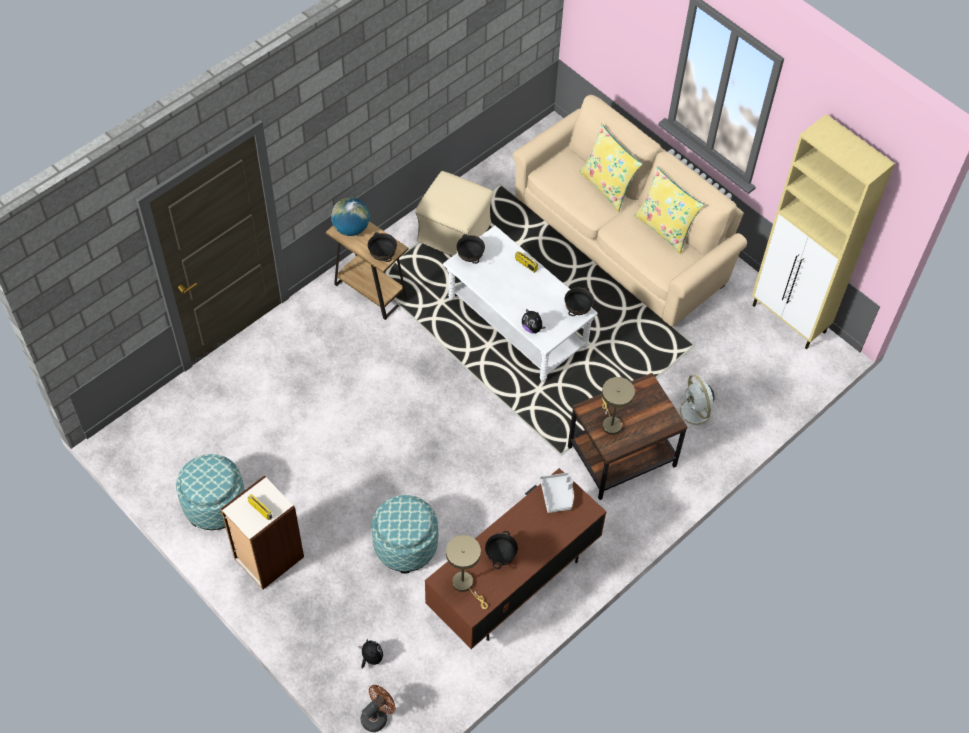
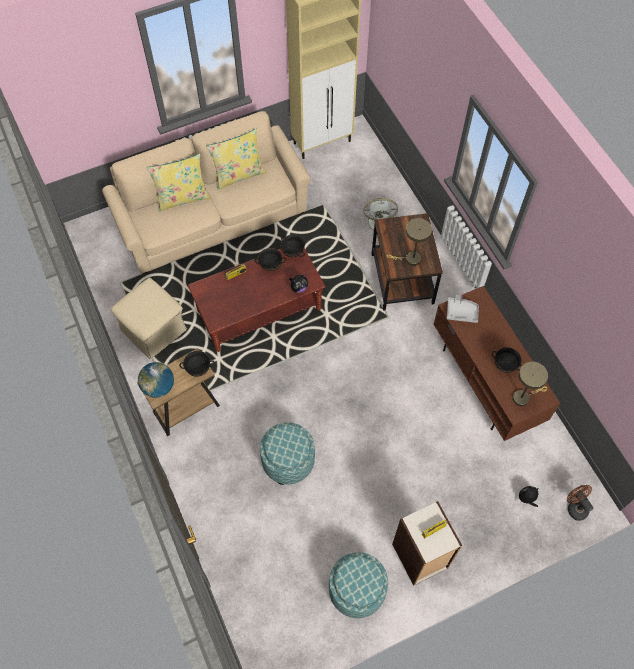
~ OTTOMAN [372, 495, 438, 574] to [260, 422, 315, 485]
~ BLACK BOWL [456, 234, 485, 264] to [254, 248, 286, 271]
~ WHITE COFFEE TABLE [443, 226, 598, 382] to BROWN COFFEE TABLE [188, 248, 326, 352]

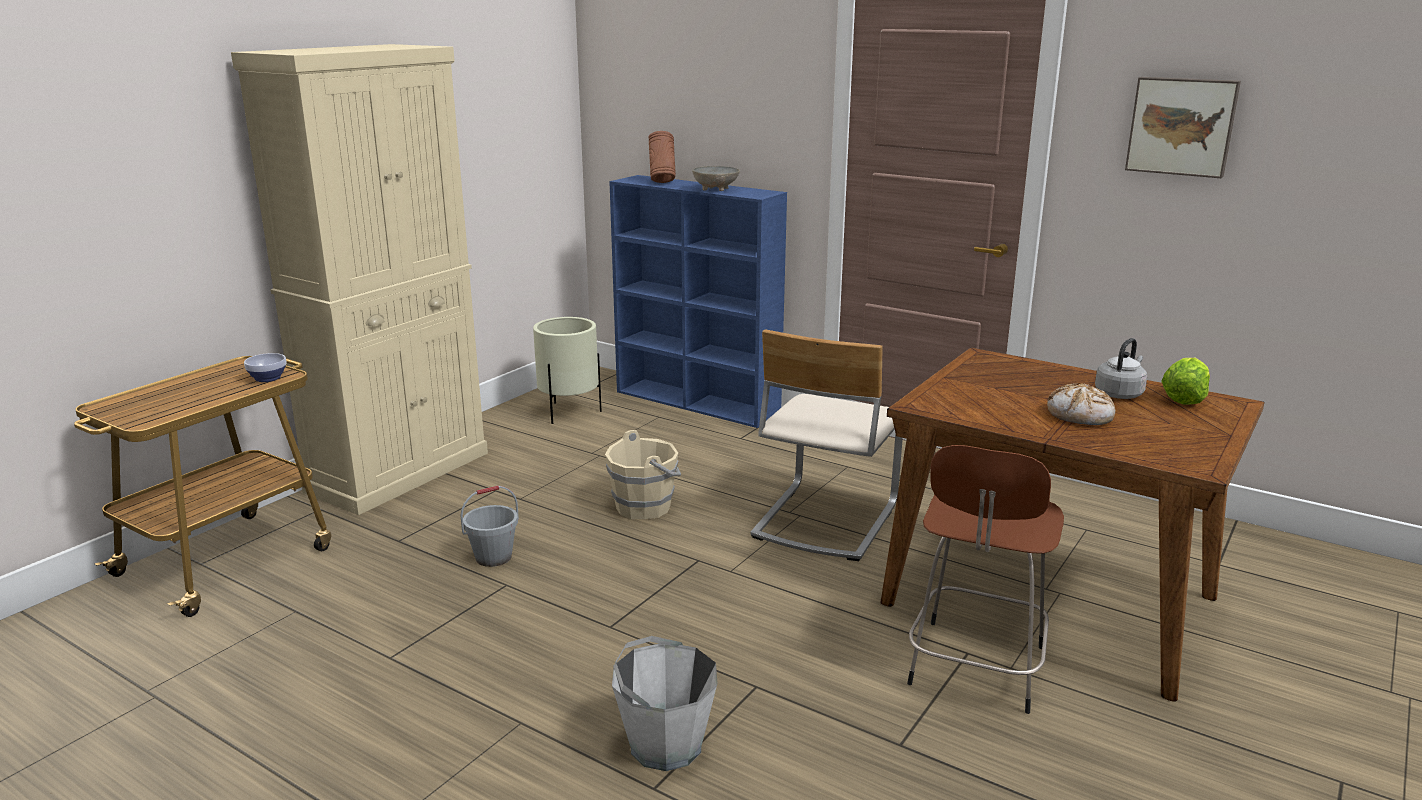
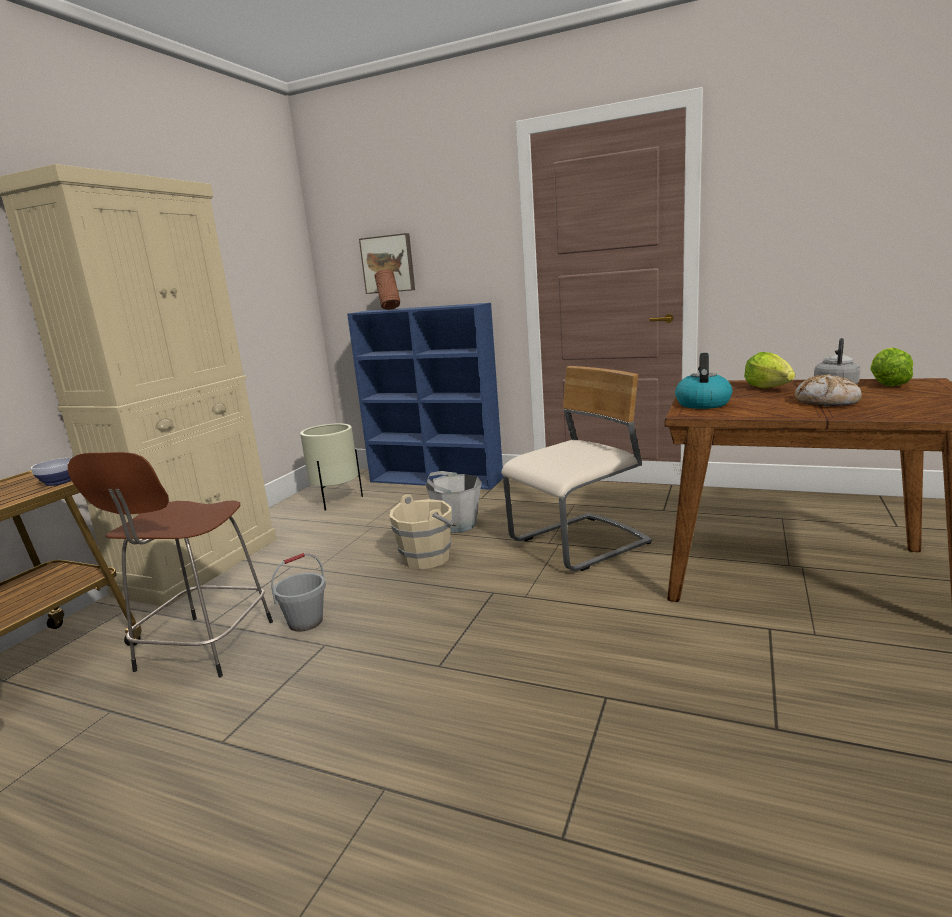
- GREY BOWL [692, 166, 740, 191]
+ KETTLE [675, 353, 732, 409]
+ LETTUCE [744, 352, 795, 389]
~ GREY BUCKET [612, 636, 717, 771] to [425, 471, 482, 533]
~ BROWN STOOL [907, 445, 1064, 714] to [68, 452, 273, 677]
~ PICTURE [1125, 77, 1241, 178] to [359, 233, 415, 294]
~ BEIGE CHAIR [750, 329, 903, 561] = [501, 366, 652, 571] 135 degrees counterclockwise

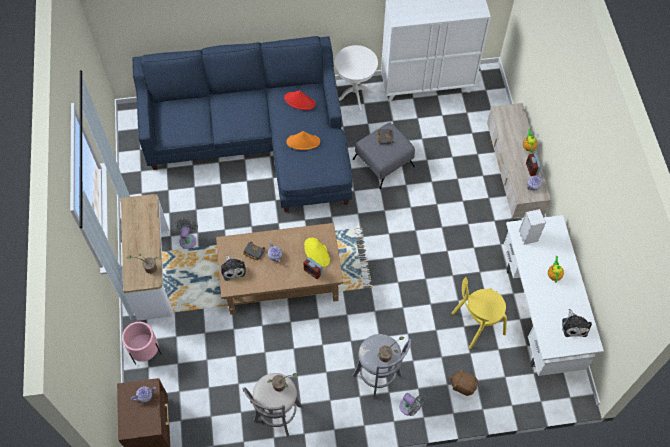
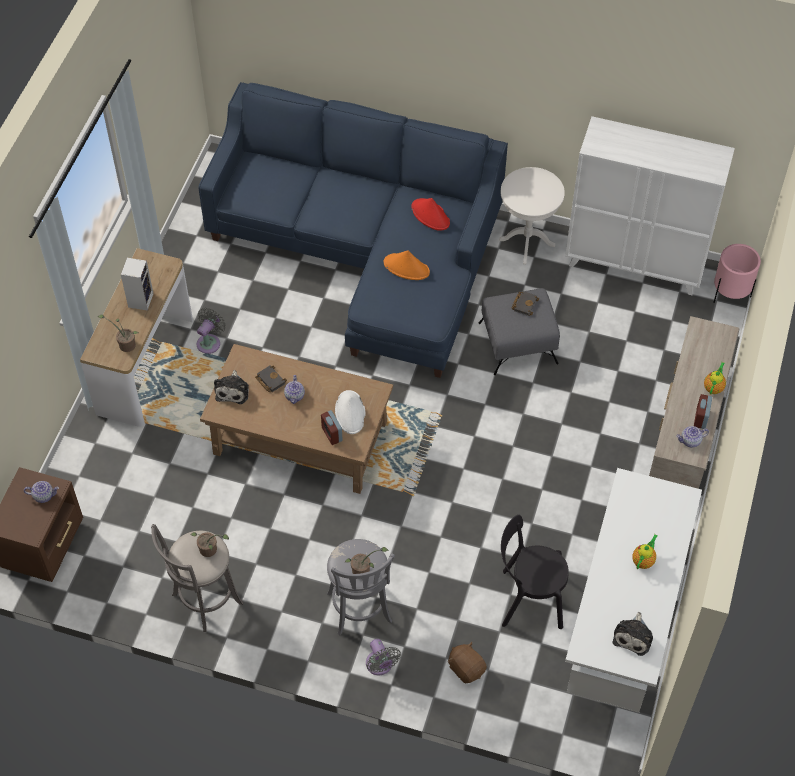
~ PINK PLANTER [122, 322, 162, 365] to [713, 244, 761, 303]
~ SPEAKER [519, 209, 546, 245] to [121, 258, 154, 311]
~ YELLOW HAT [304, 238, 330, 267] to WHITE HAT [335, 390, 365, 434]
~ YELLOW CHAIR [452, 277, 507, 349] to BLACK CHAIR [501, 515, 569, 629]

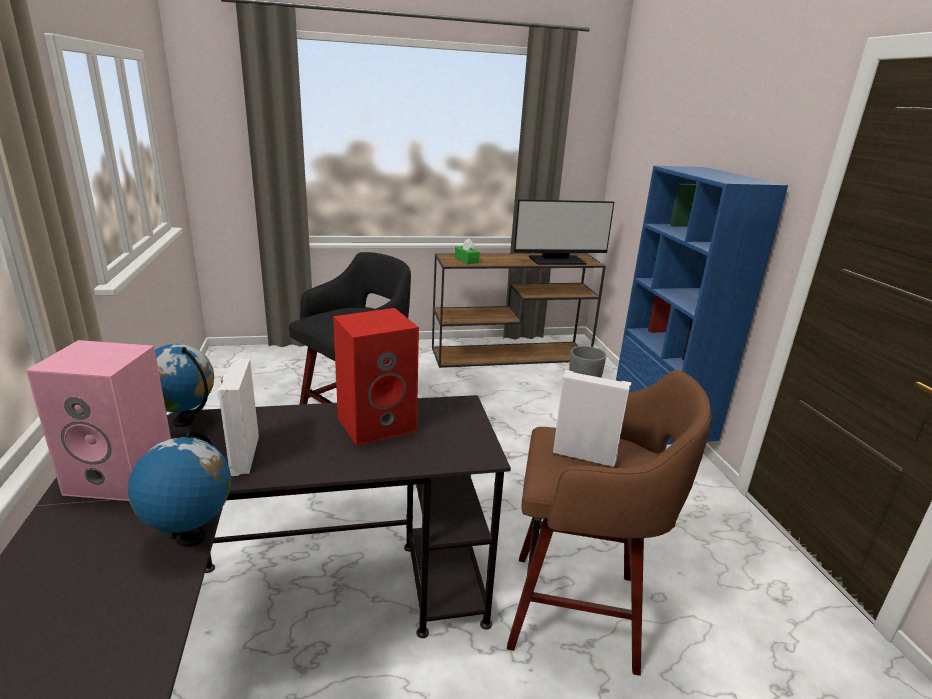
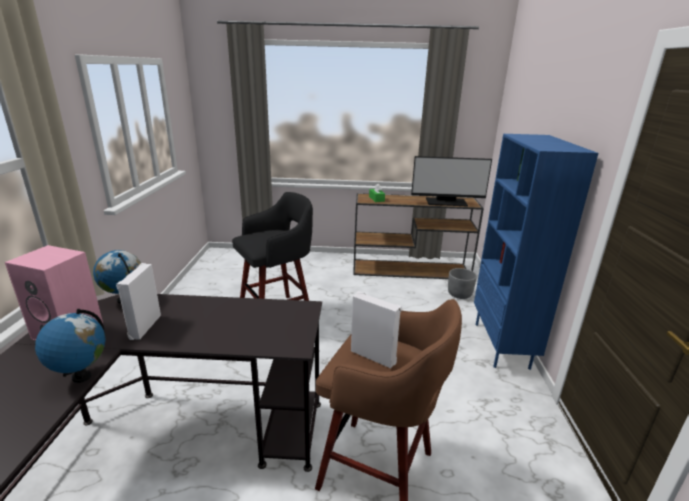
- RED SPEAKER [333, 308, 419, 446]

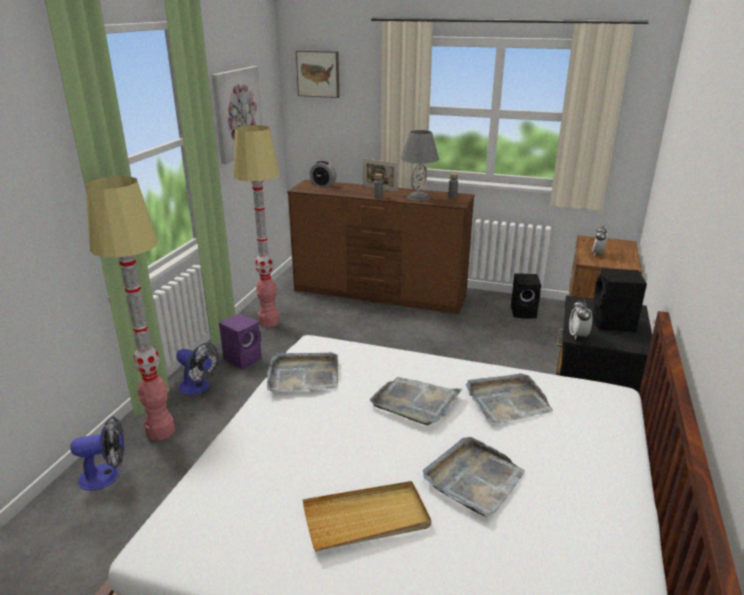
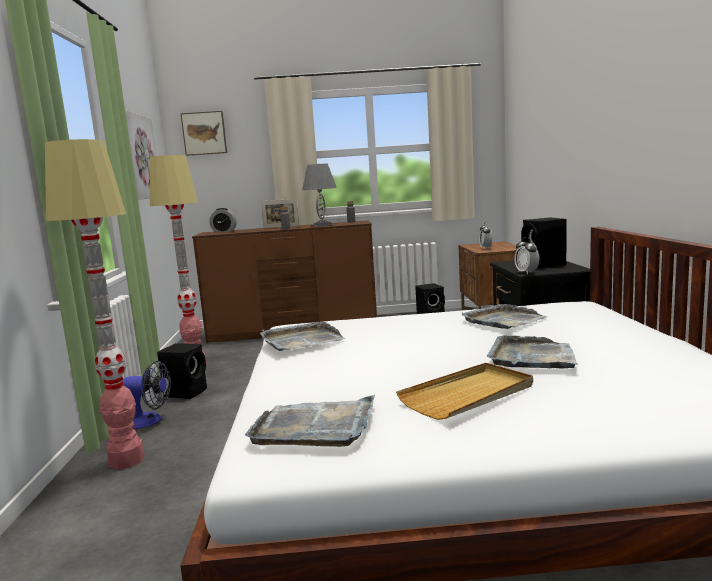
- FAN [70, 416, 124, 490]
~ GREY TRAY [370, 377, 462, 425] to [245, 395, 375, 447]
~ PURPLE SPEAKER [219, 313, 262, 369] to BLACK SPEAKER [157, 343, 207, 399]

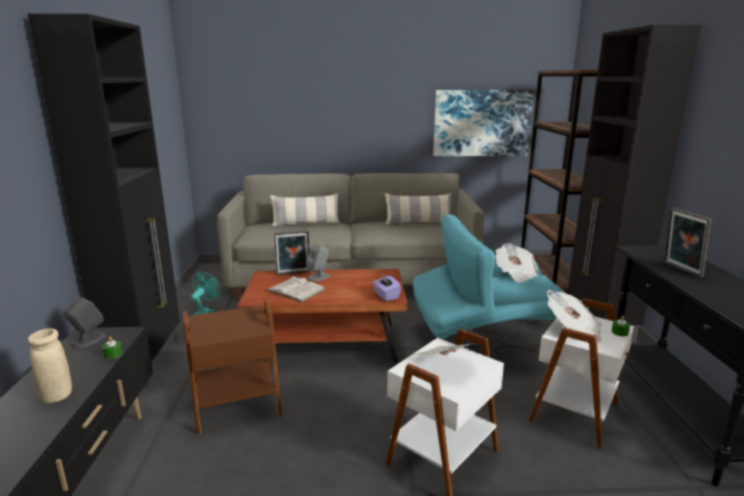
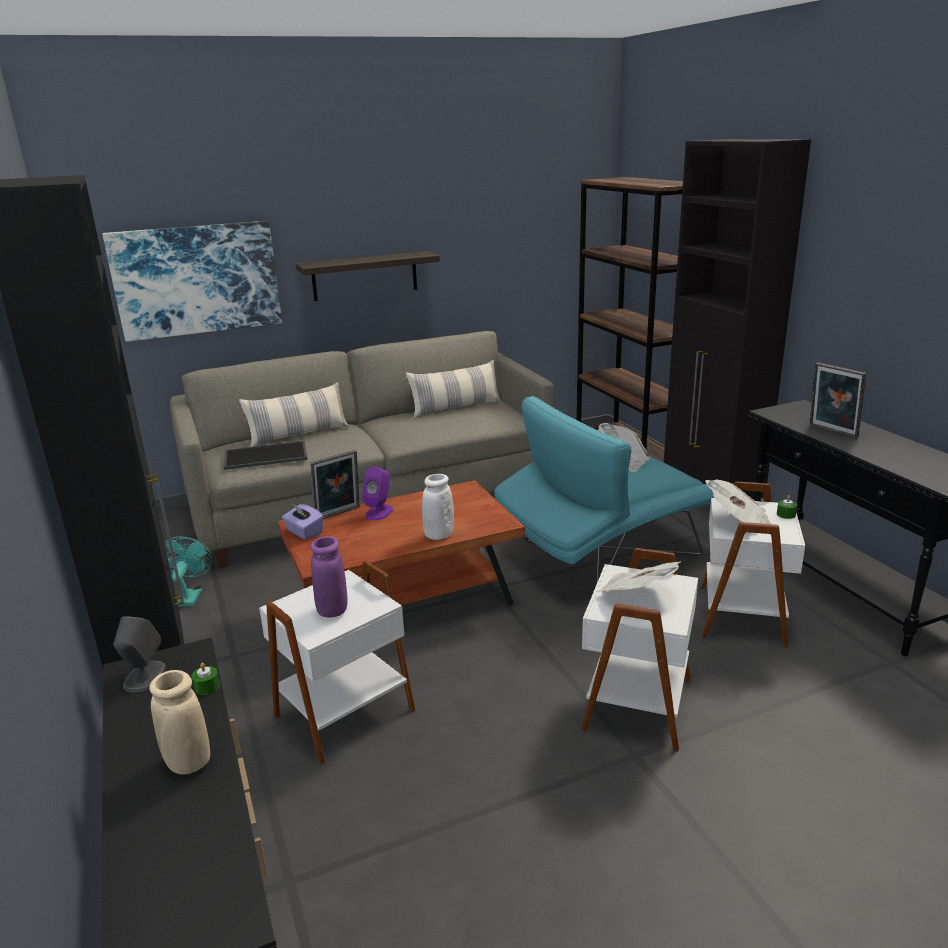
- WHITE BOOK [265, 276, 326, 303]
+ TRAY [223, 440, 308, 470]
+ SHELF [296, 251, 440, 301]
+ PURPLE VASE [310, 536, 348, 617]
+ WHITE VASE [422, 474, 454, 540]
~ PURPLE TISSUE BOX [373, 274, 401, 301] to [282, 504, 324, 540]
~ PICTURE [433, 90, 534, 156] to [102, 221, 282, 342]
~ BROWN SIDE TABLE [183, 299, 282, 434] to WHITE SIDE TABLE [259, 561, 415, 765]
~ GREY SPEAKER [306, 244, 330, 281] to PURPLE SPEAKER [362, 466, 393, 520]

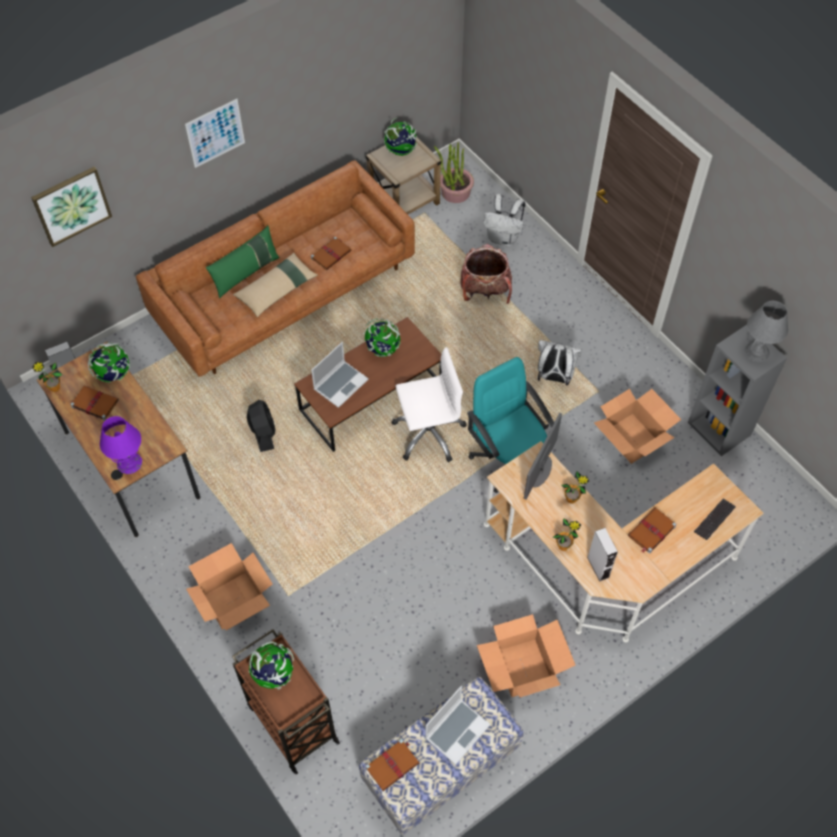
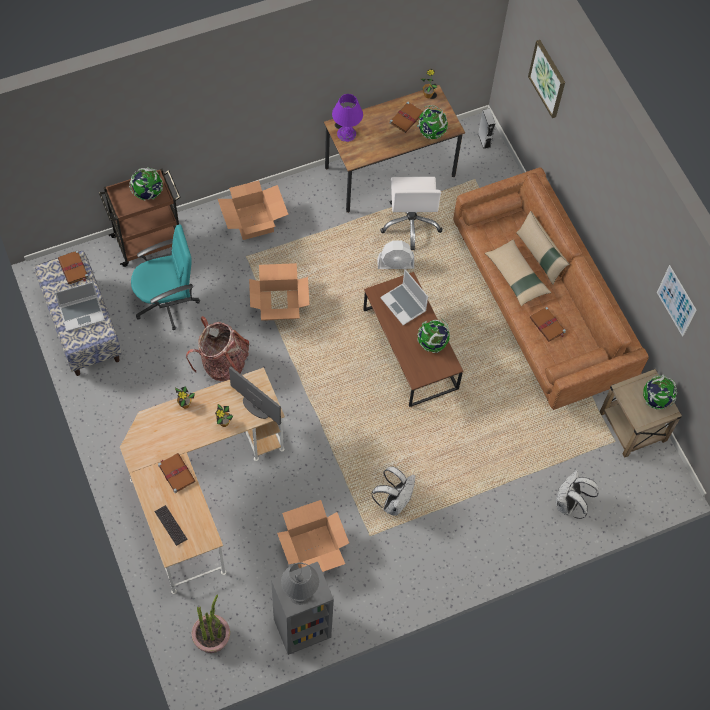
- GREY SPEAKER [587, 528, 618, 581]
~ PICTURE [185, 99, 245, 168] to [657, 265, 697, 337]
~ WHITE OFFICE CHAIR [391, 347, 467, 462] to [380, 177, 442, 250]
~ POTTED PLANT [434, 142, 474, 203] to [192, 595, 230, 653]
~ BACKPACK [460, 244, 512, 304] to [186, 316, 250, 382]
~ TURQUOISE OFFICE CHAIR [467, 357, 554, 493] to [131, 224, 200, 330]
~ CARDBOARD BOX [477, 614, 576, 697] to [249, 263, 310, 321]
~ GREEN PILLOW [206, 226, 280, 298] to BEIGE PILLOW [516, 211, 569, 285]
~ BLACK FAN [247, 400, 275, 452] to WHITE FAN [377, 240, 414, 269]
~ LAPTOP [425, 686, 491, 765] = [55, 282, 105, 331] 75 degrees counterclockwise

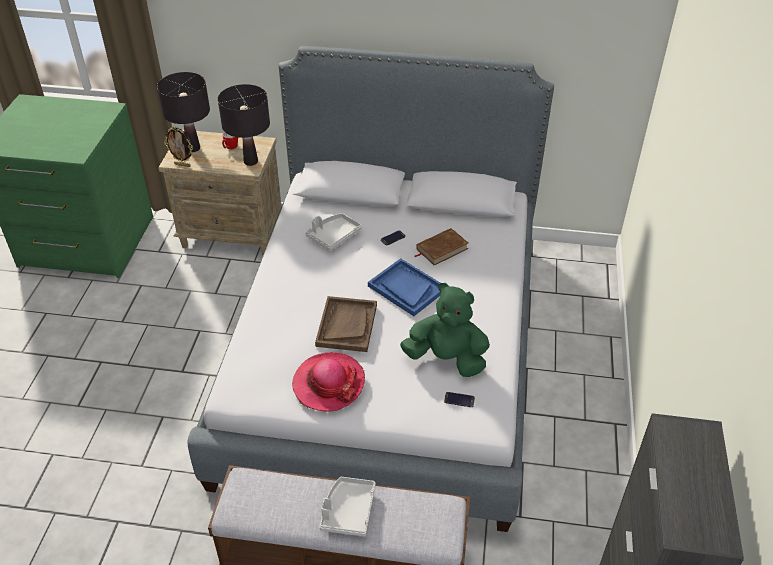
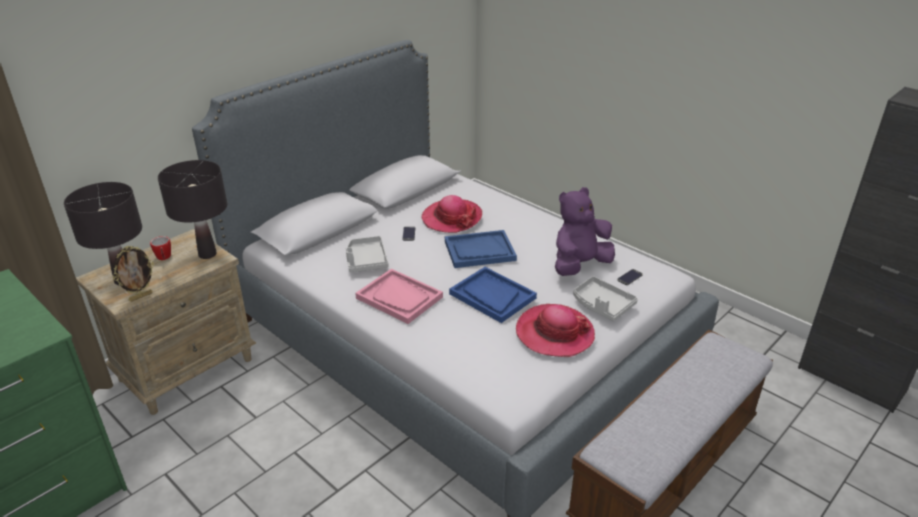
+ PINK TRAY [355, 269, 443, 324]
~ GREY TRAY [319, 477, 375, 537] to [573, 276, 638, 321]
~ BROWN BOOK [415, 228, 468, 265] to HAT [422, 195, 482, 233]
~ BROWN TRAY [315, 296, 377, 352] to BLUE TRAY [449, 267, 537, 323]
~ GREEN PLUSH TOY [400, 283, 490, 377] to PURPLE PLUSH TOY [555, 187, 615, 276]

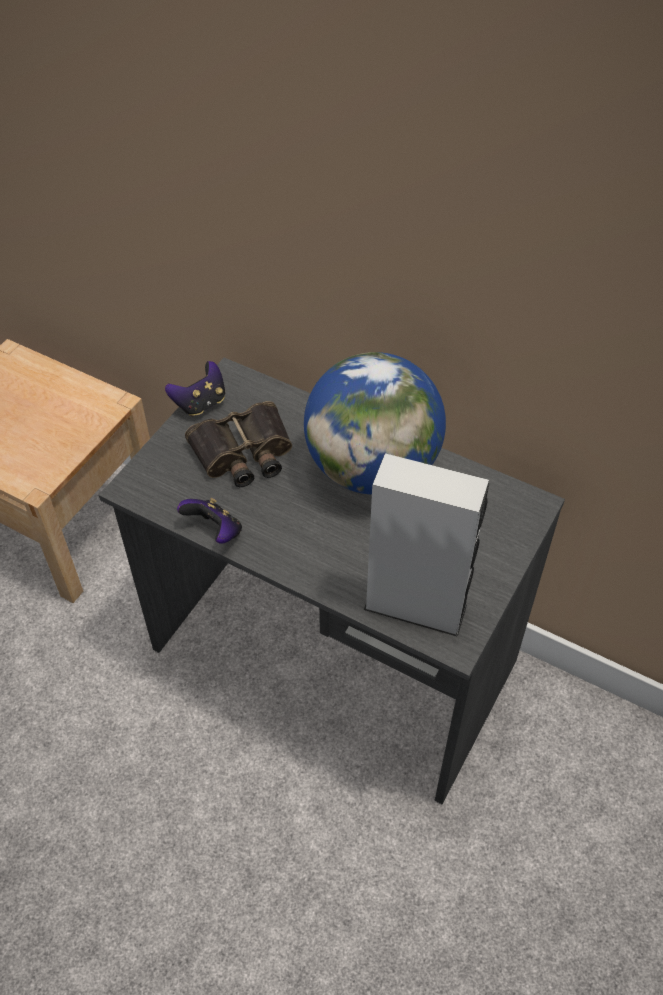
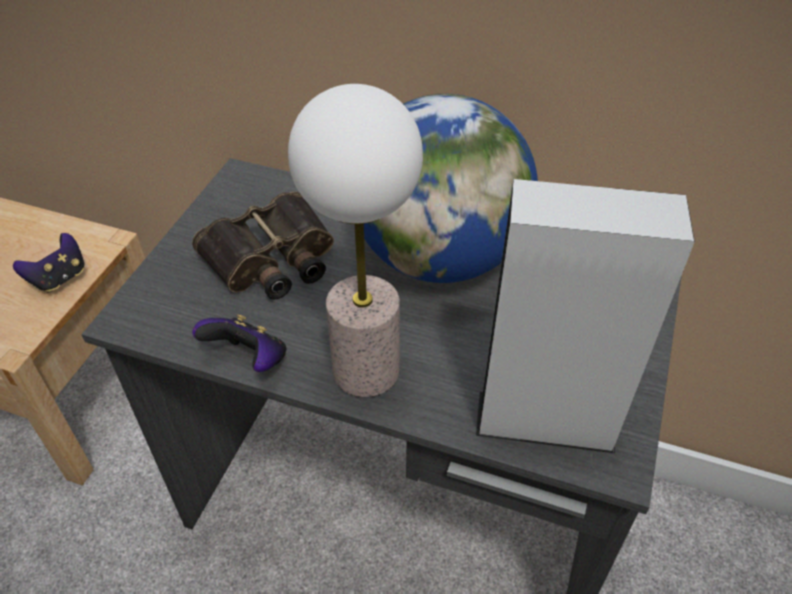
+ TABLE LAMP [288, 84, 423, 397]
~ GAME CONTROLLER [165, 361, 225, 417] to [13, 233, 84, 293]

